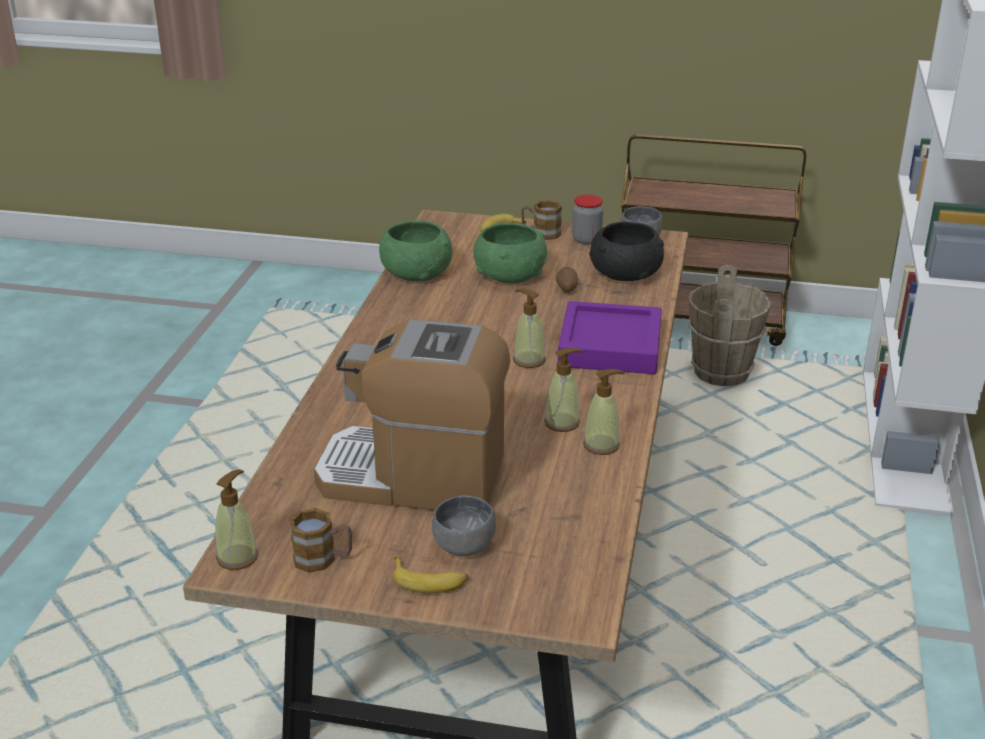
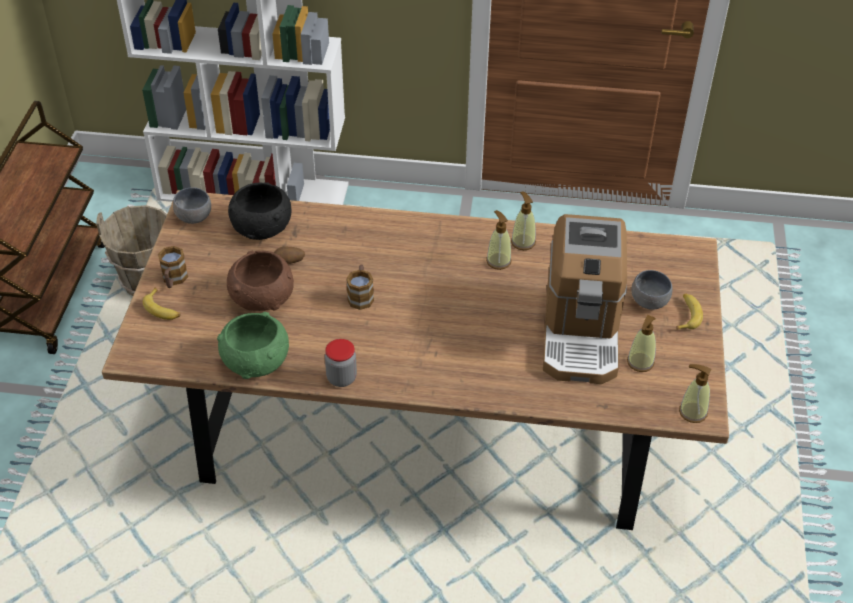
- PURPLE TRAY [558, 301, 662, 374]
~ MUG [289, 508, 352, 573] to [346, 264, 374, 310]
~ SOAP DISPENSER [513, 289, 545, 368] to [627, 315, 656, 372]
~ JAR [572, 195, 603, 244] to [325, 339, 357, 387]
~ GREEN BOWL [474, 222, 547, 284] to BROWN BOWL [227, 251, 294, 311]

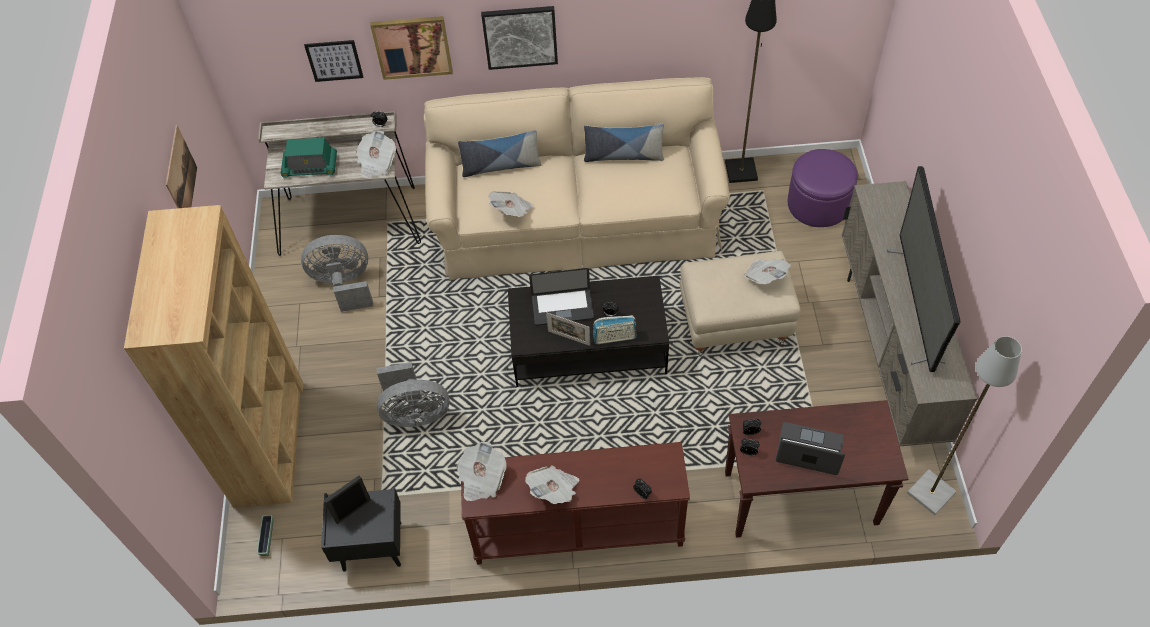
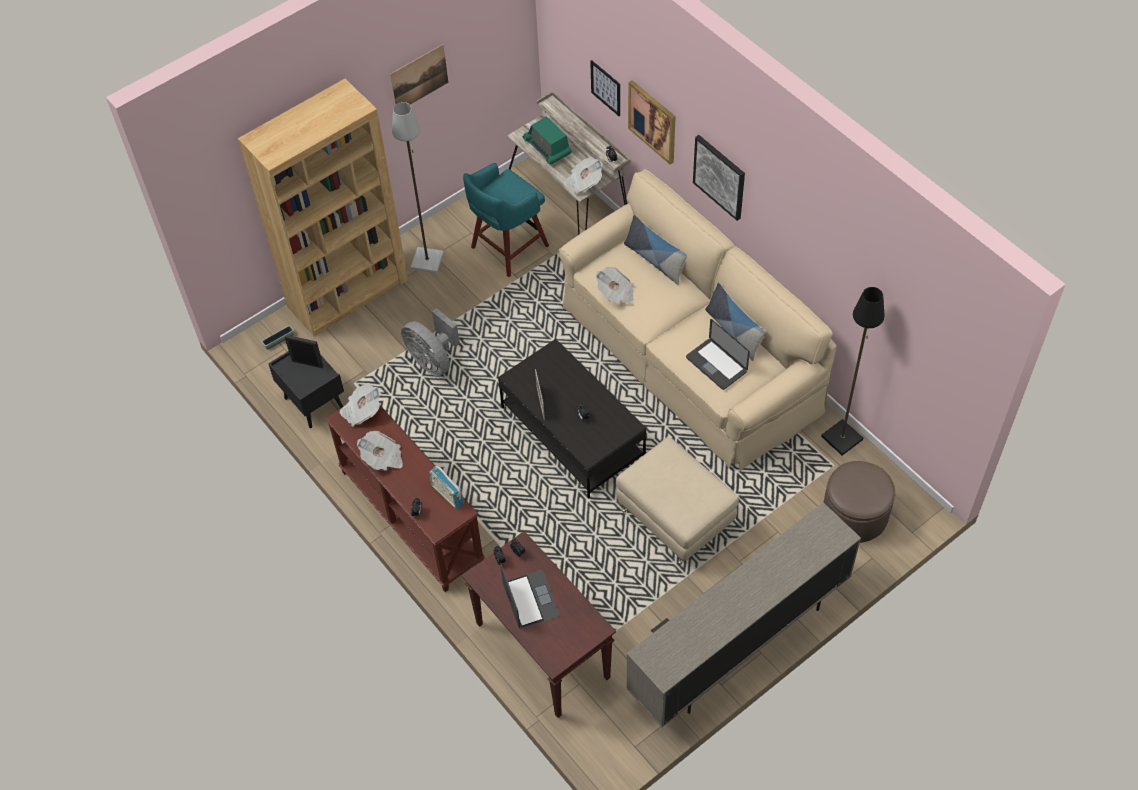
- NEWSPAPER [744, 259, 791, 284]
- TELEVISION [887, 166, 961, 372]
~ LAPTOP [529, 268, 594, 326] to [686, 319, 750, 390]
~ RADIO [593, 315, 637, 344] to [429, 466, 464, 509]
~ GREY FLOOR LAMP [907, 336, 1022, 515] to [392, 102, 444, 273]
~ GREY FAN [301, 235, 374, 312] to TURQUOISE STOOL [463, 163, 549, 277]
~ PURPLE OTTOMAN [788, 149, 858, 227] to BROWN OTTOMAN [824, 461, 895, 543]

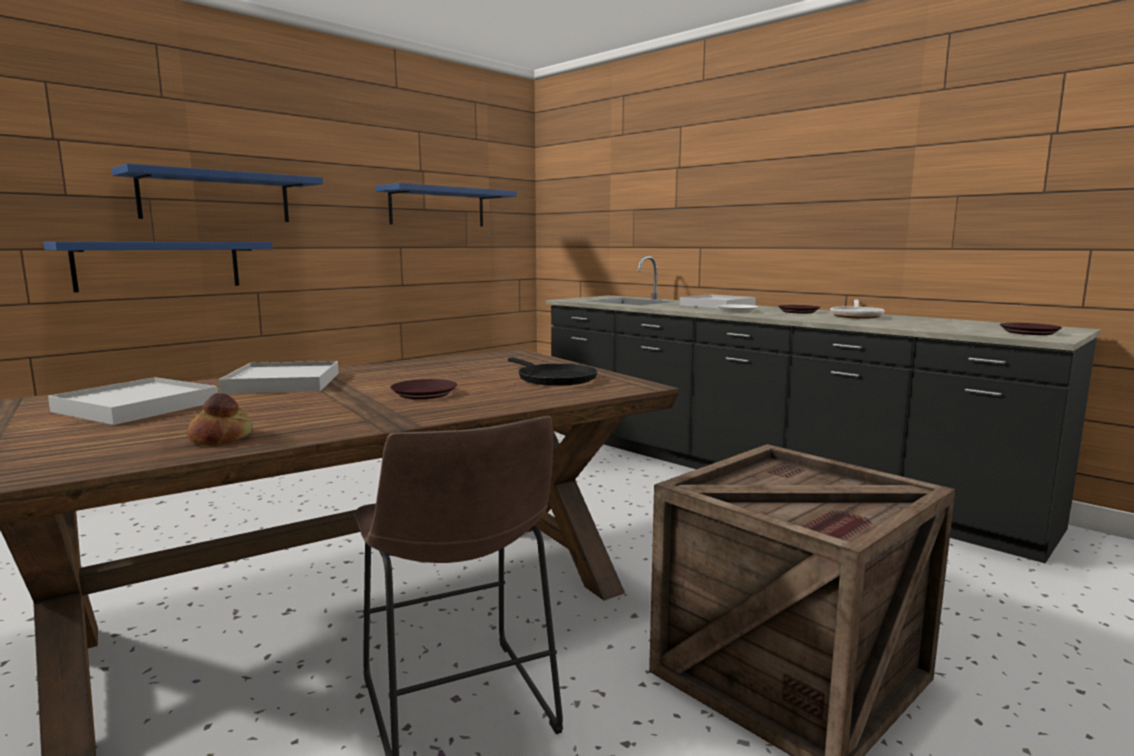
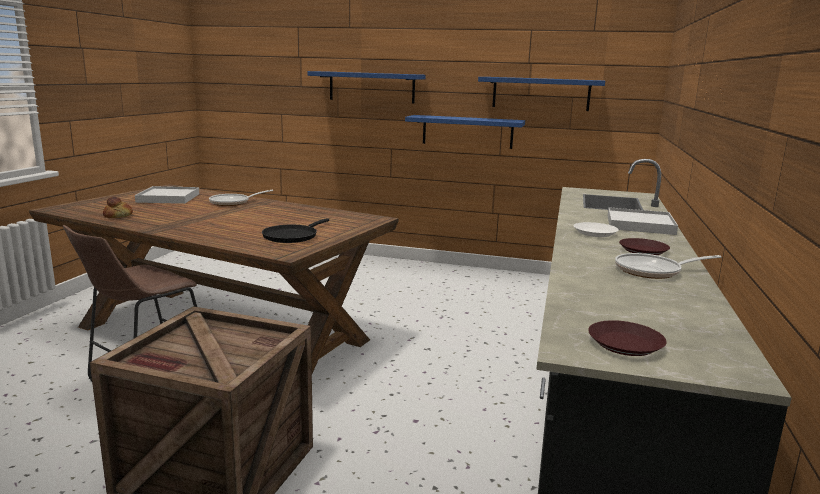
- BROWN PLATE [390, 379, 457, 399]
~ BLUE SHELF [44, 242, 273, 292] to [405, 115, 525, 149]
~ WHITE TRAY [219, 361, 339, 394] to FRYING PAN [209, 190, 273, 206]

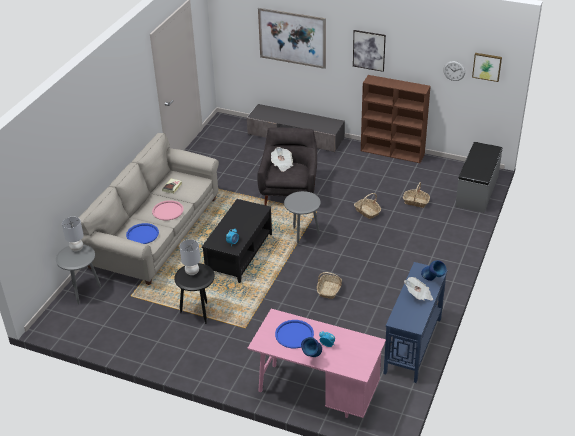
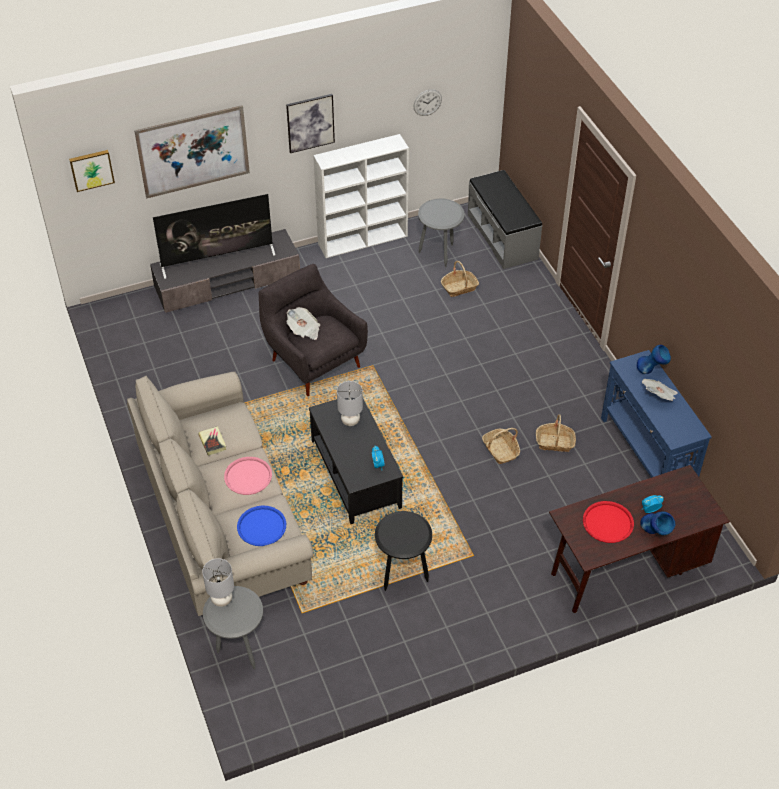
+ TELEVISION [153, 194, 275, 279]
~ GREY TABLE LAMP [179, 239, 200, 275] to [337, 381, 363, 426]
~ GREY SIDE TABLE [284, 191, 321, 245] to [418, 199, 465, 267]
~ BASKET [354, 193, 381, 219] to [536, 414, 576, 452]
~ PICTURE [472, 53, 502, 82] to [69, 150, 115, 192]
~ PINK DESK [247, 309, 386, 418] to BROWN DESK [549, 465, 730, 613]
~ BLUE TRAY [275, 320, 314, 349] to RED TRAY [583, 501, 634, 543]
~ BROWN BOOKCASE [361, 75, 431, 163] to WHITE BOOKCASE [313, 134, 409, 258]

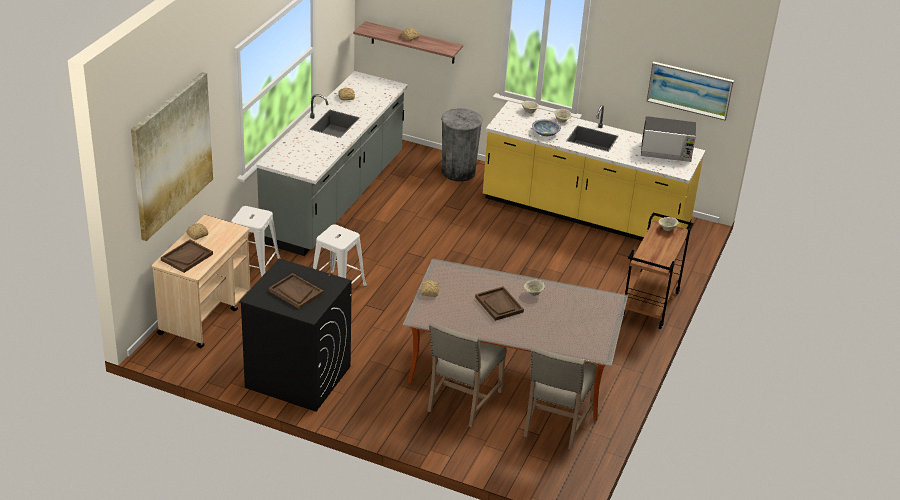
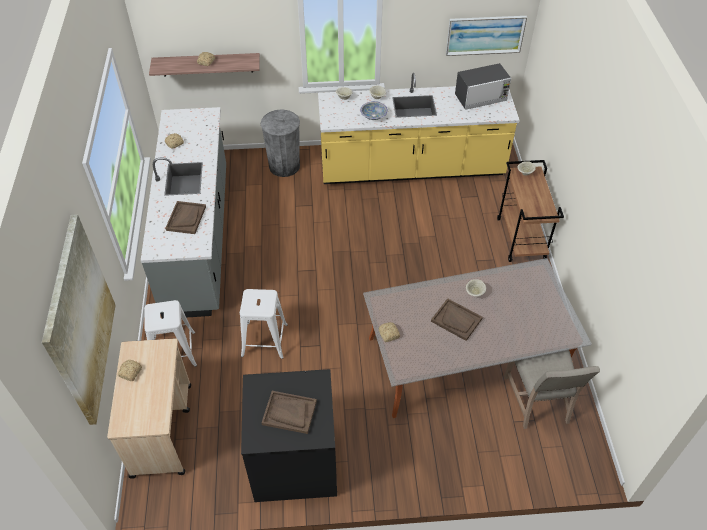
- BEIGE CHAIR [427, 322, 507, 428]
~ BROWN TRAY [161, 239, 213, 273] to [165, 201, 206, 234]

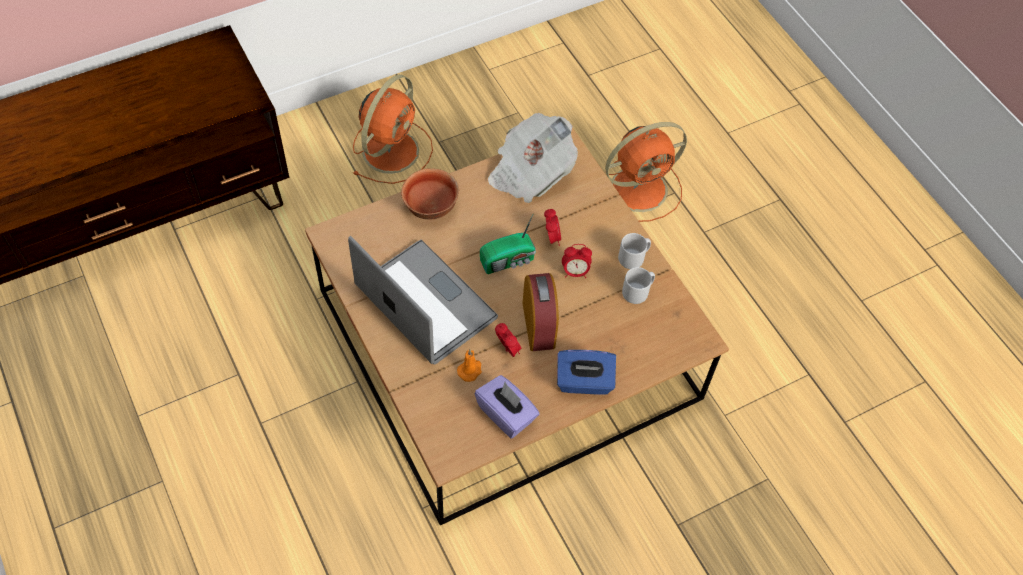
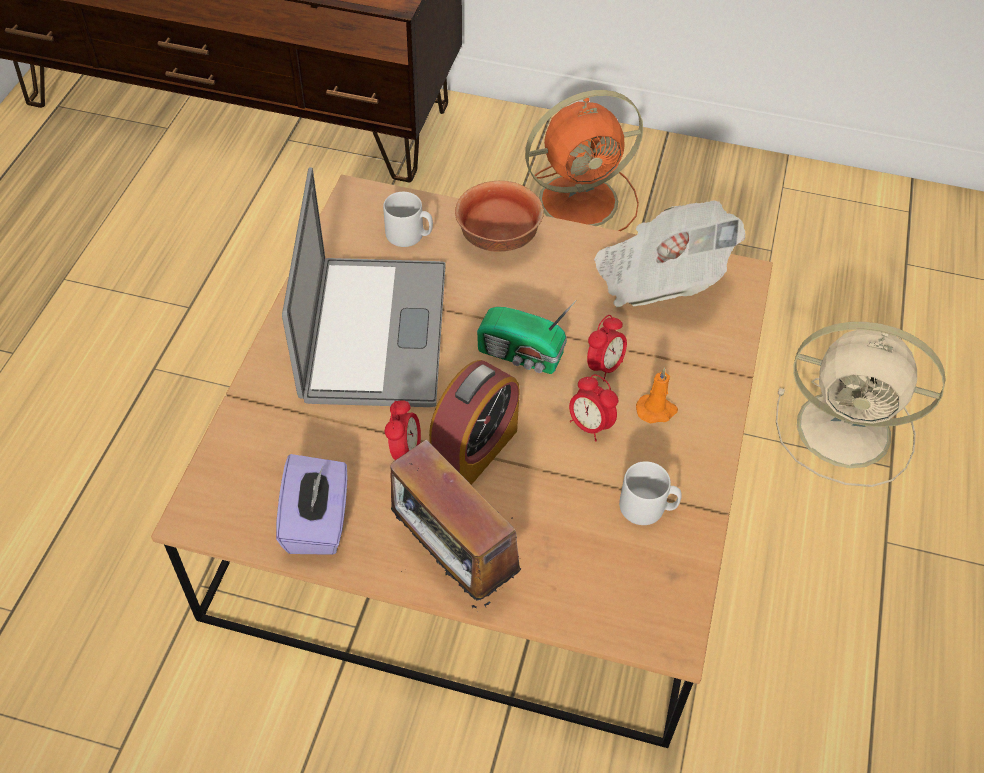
~ ORANGE CANDLE [457, 350, 482, 382] to [636, 368, 678, 424]
~ GREY MUG [618, 233, 651, 269] to [383, 192, 433, 247]
~ BLUE TISSUE BOX [557, 350, 616, 395] to RADIO [390, 433, 521, 609]
~ ORANGE FAN [605, 122, 687, 222] to BEIGE FAN [776, 322, 945, 487]

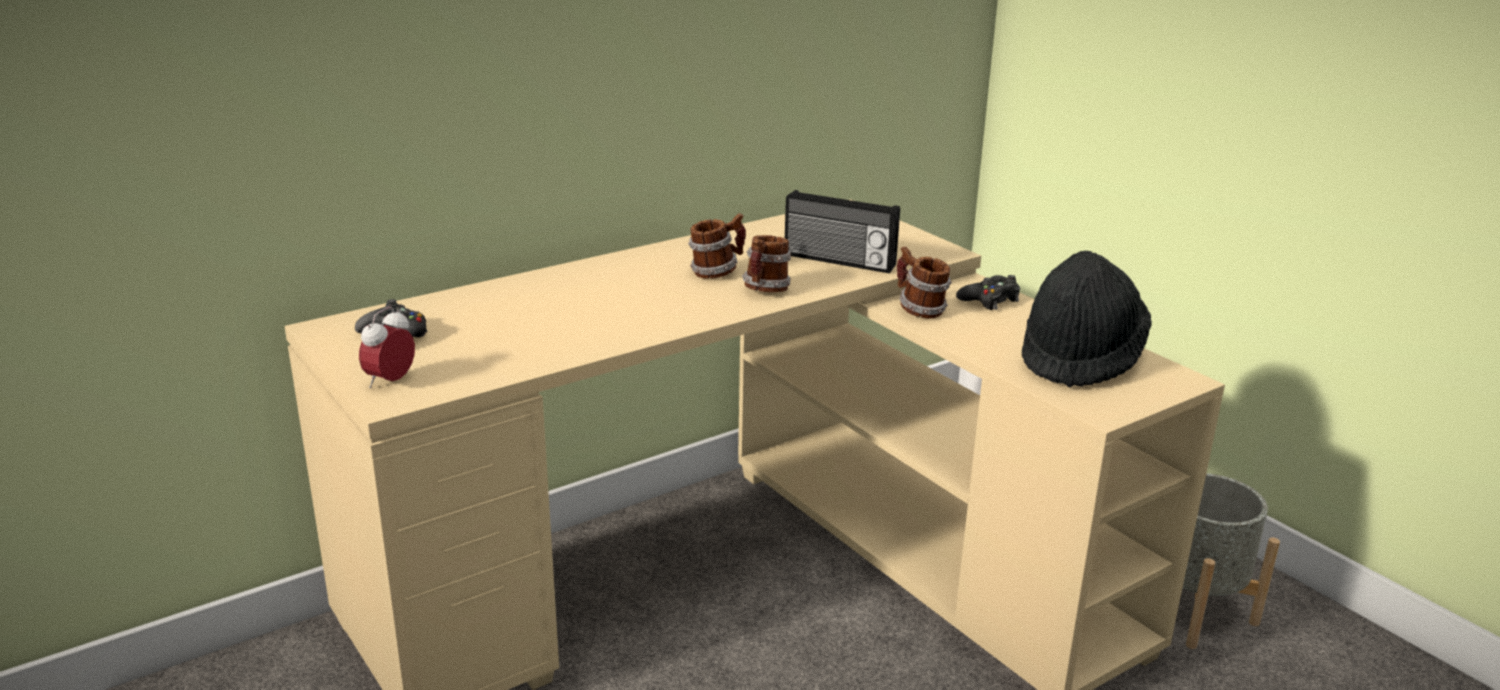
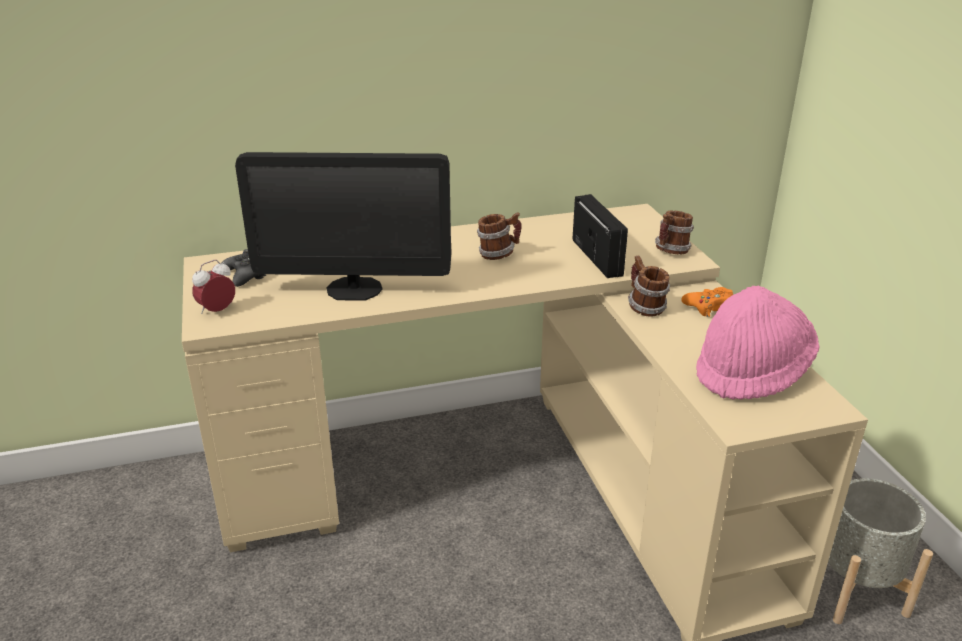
+ MONITOR [235, 152, 451, 301]
~ MUG [742, 235, 791, 292] to [655, 210, 694, 254]
~ BLACK GAME CONTROLLER [956, 275, 1020, 310] to ORANGE GAME CONTROLLER [681, 287, 733, 317]
~ BLACK HAT [1022, 251, 1152, 388] to PINK HAT [696, 286, 820, 400]
~ RADIO [785, 190, 900, 273] = [572, 194, 628, 278] 150 degrees counterclockwise

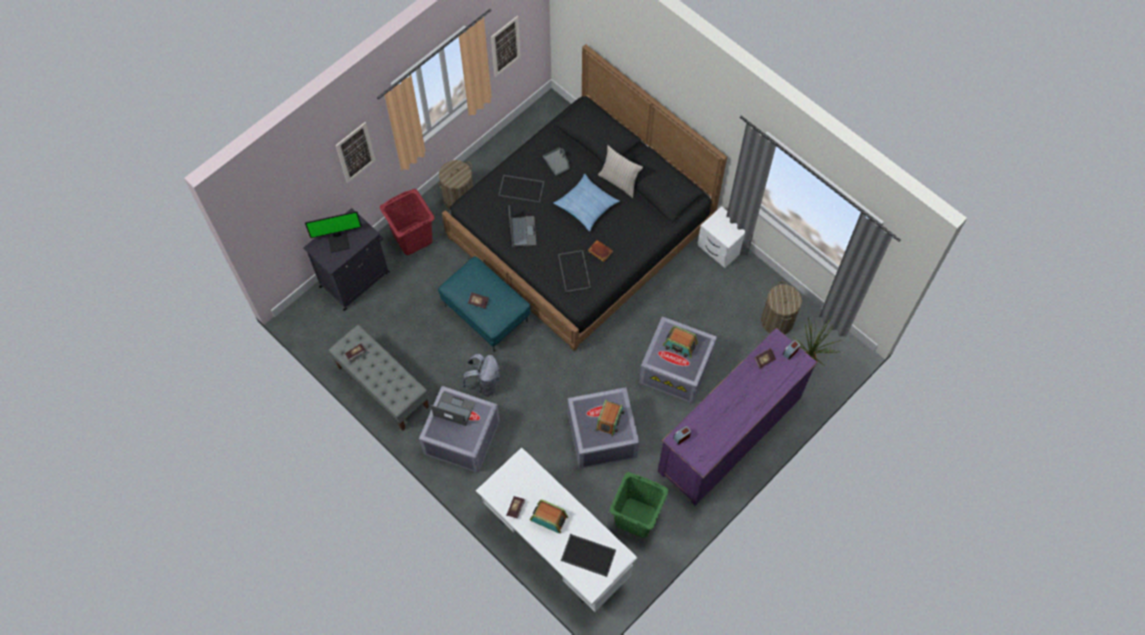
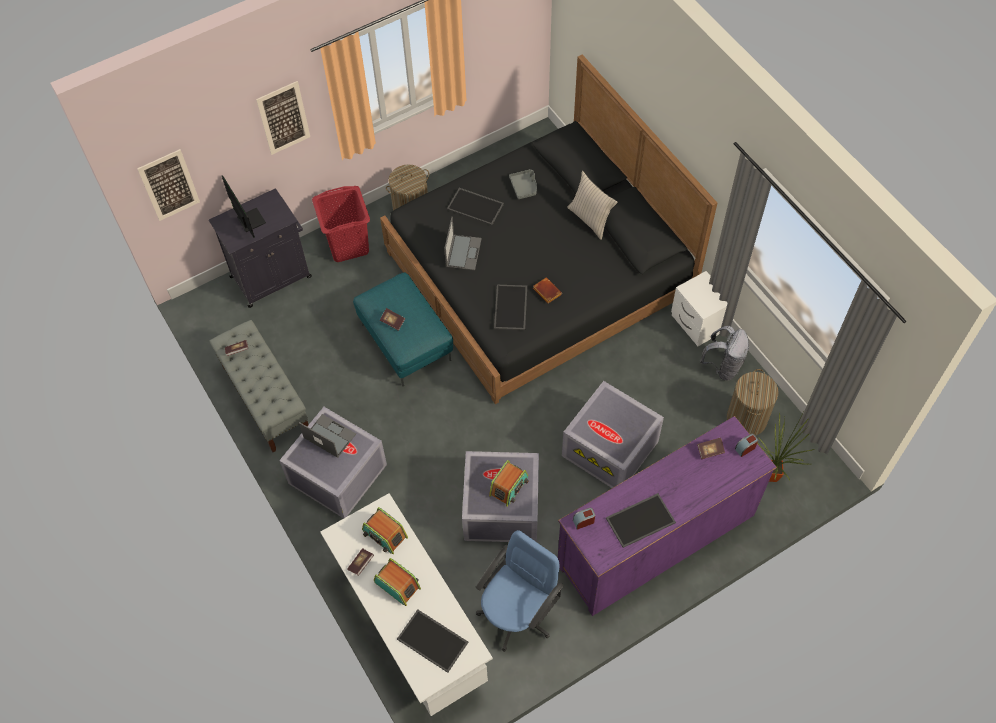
- PILLOW [554, 173, 620, 231]
+ TRAY [606, 493, 676, 548]
~ GREY BACKPACK [462, 354, 500, 396] to [700, 326, 750, 380]
~ PICTURE [491, 16, 521, 77] to [137, 149, 200, 221]
~ RADIO [663, 326, 698, 358] to [362, 507, 408, 554]
~ GREEN LAUNDRY BASKET [610, 472, 669, 538] to BLUE OFFICE CHAIR [476, 530, 563, 652]
~ MONITOR [305, 211, 362, 253] = [222, 175, 266, 238] 120 degrees counterclockwise

